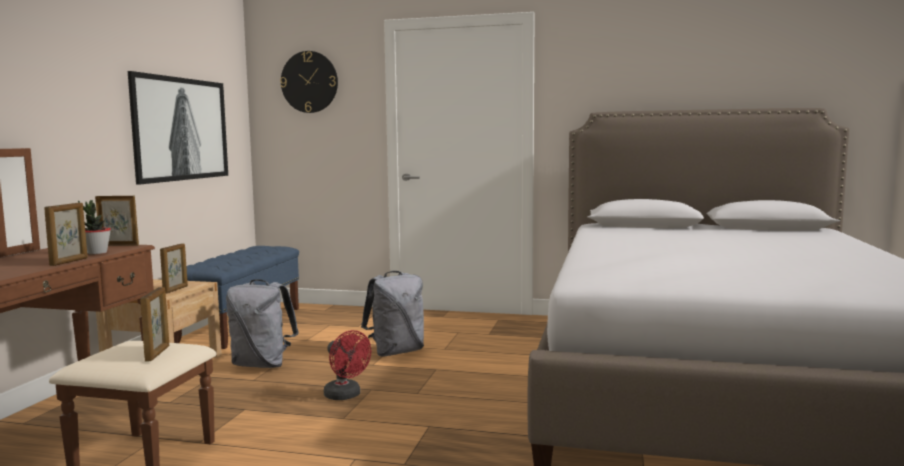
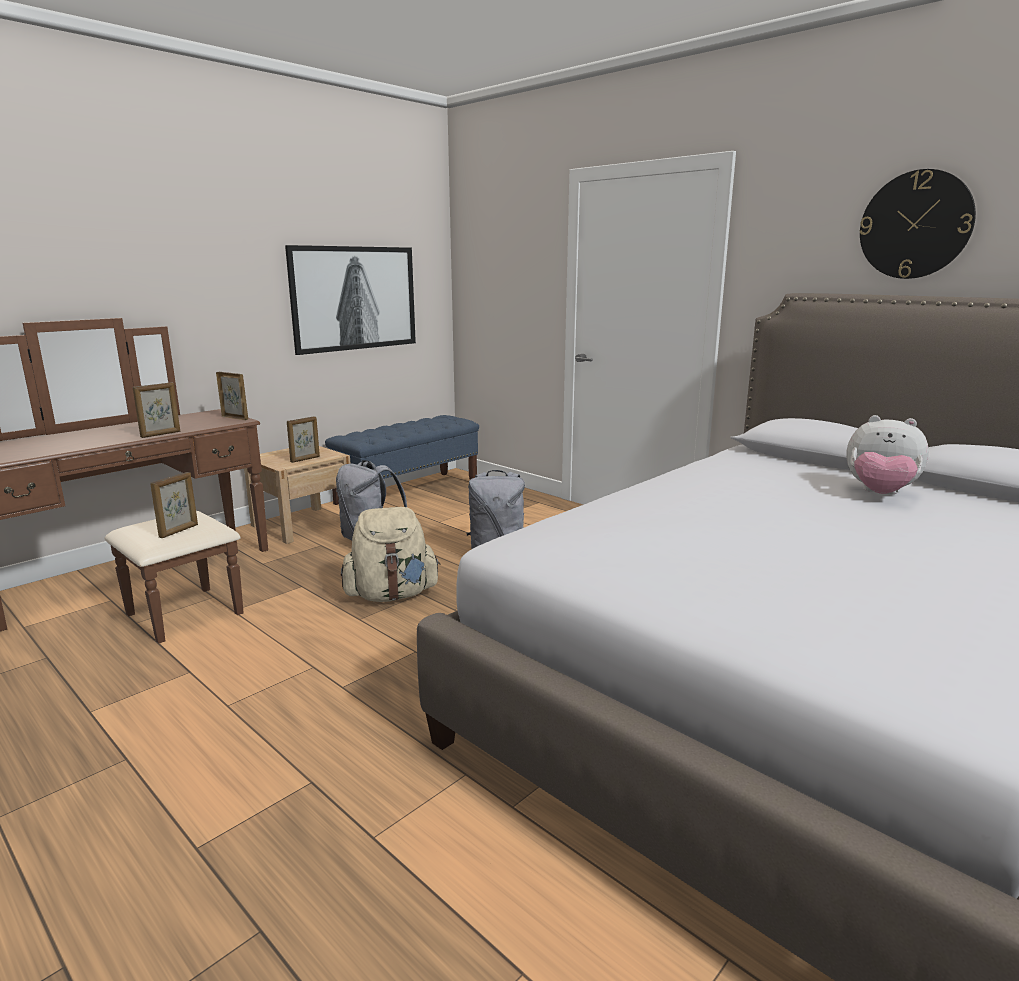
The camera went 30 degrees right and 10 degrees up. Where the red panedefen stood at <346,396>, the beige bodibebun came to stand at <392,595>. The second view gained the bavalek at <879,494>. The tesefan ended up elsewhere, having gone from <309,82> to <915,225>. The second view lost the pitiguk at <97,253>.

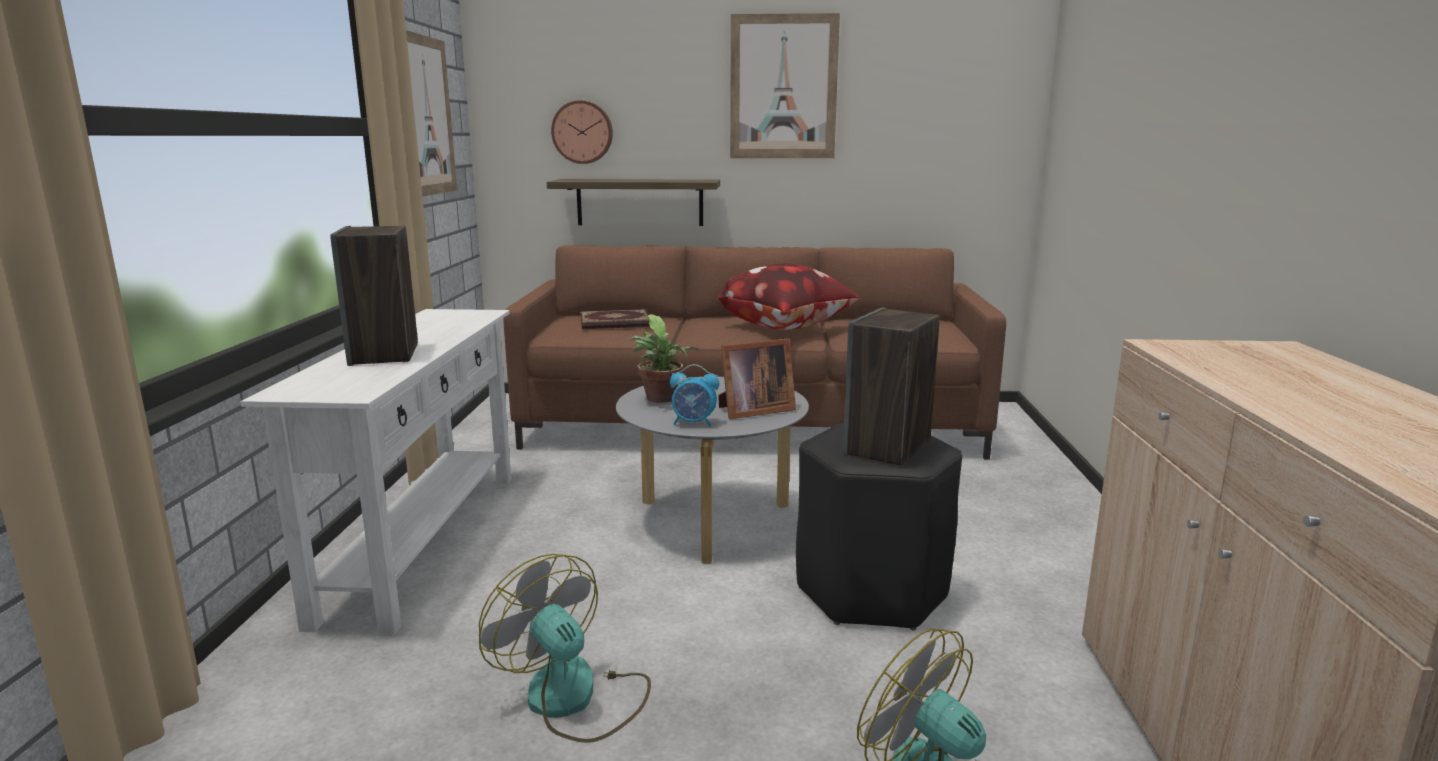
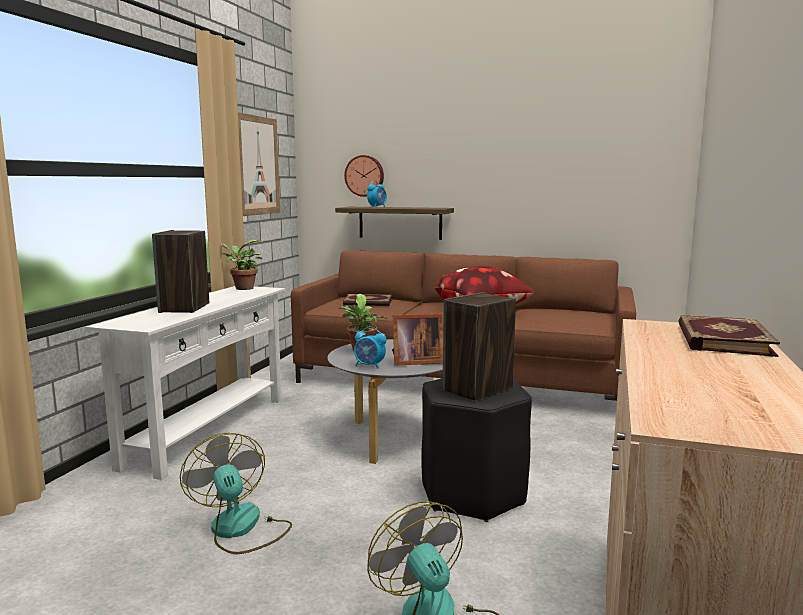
The camera went 15 degrees right and 5 degrees down. The second view gained the pitiguk at <242,288>. The second view gained the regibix at <377,207>. The second view gained the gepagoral at <721,340>. The second view lost the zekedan at <783,87>.

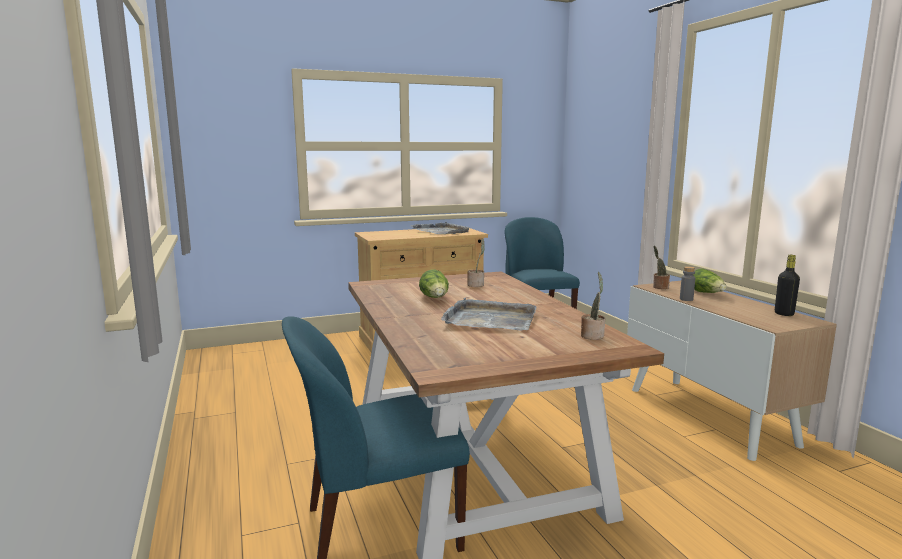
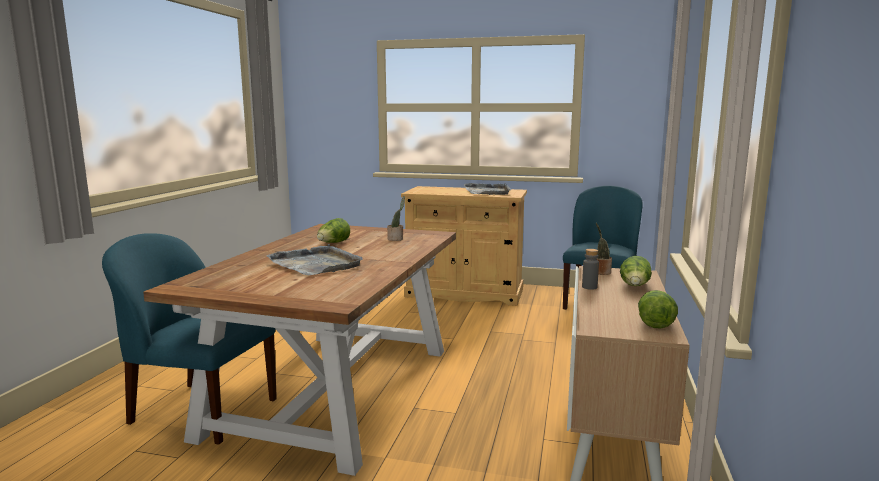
The camera went 35 degrees right and 0 degrees up. Where the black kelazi stood at <784,314>, the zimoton came to stand at <654,322>. The second view lost the pitiguk at <592,335>.

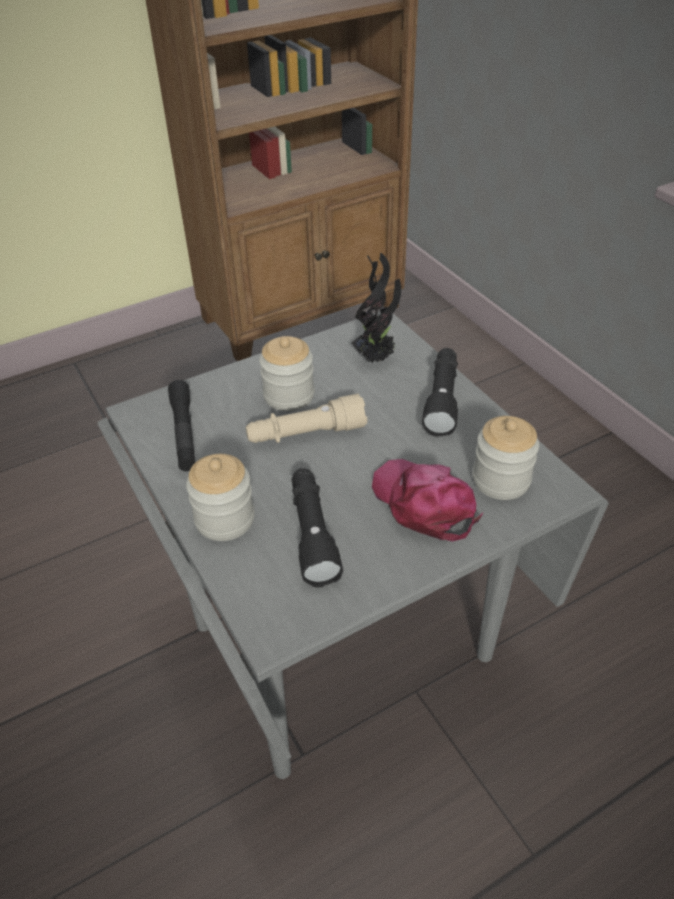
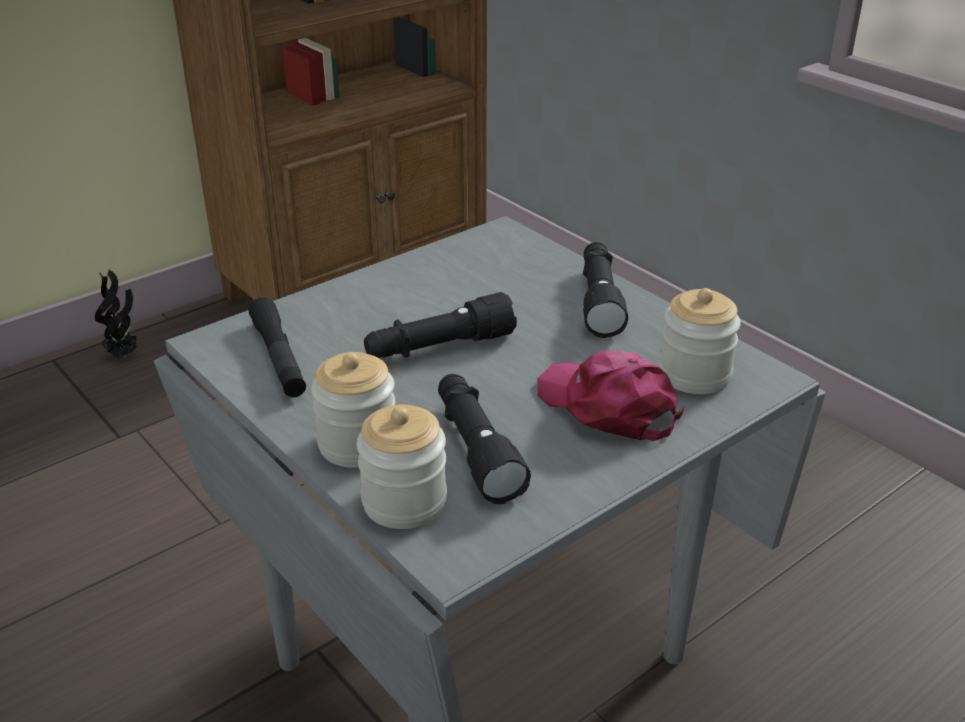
The camera went 10 degrees left and 10 degrees down. The pitiguk ended up elsewhere, having gone from <376,358> to <124,354>. The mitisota ended up elsewhere, having gone from <289,395> to <404,502>. What was the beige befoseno at <306,434> turned into the black befoseno at <439,347>.

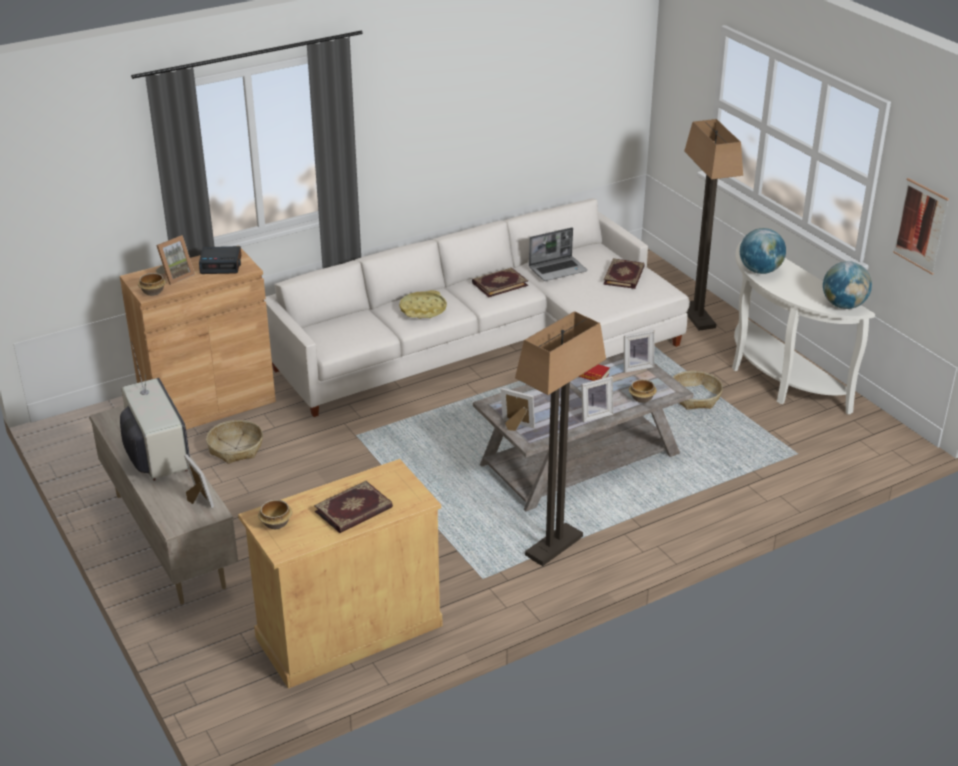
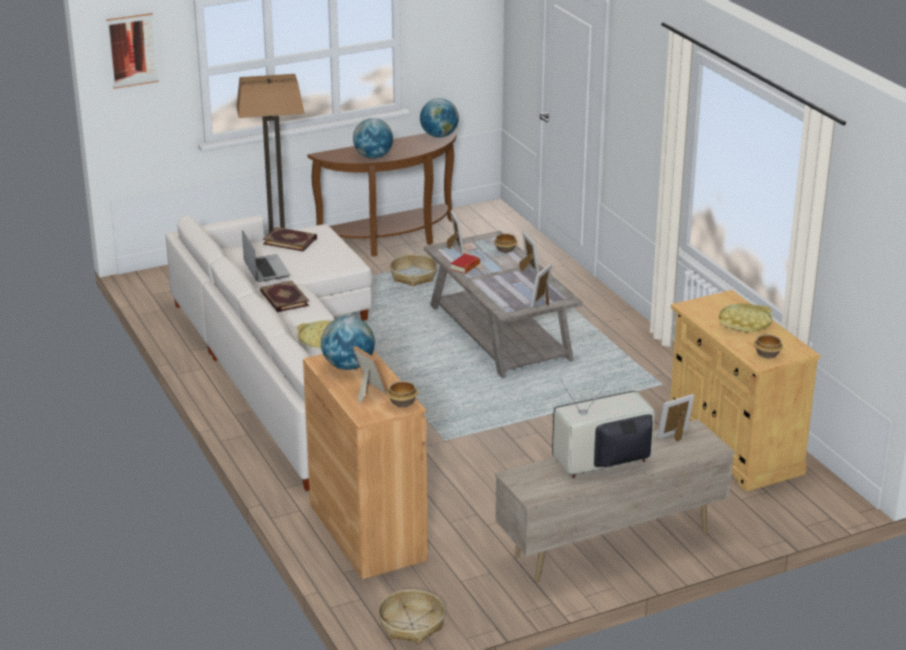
The camera went 85 degrees left and 5 degrees down. The zekedan ended up elsewhere, having gone from <920,226> to <132,50>. What was the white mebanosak at <776,378> turned into the brown mebanosak at <392,241>. Where the regibix stood at <221,265>, the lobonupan came to stand at <348,366>. The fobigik ended up elsewhere, having gone from <235,448> to <411,624>. Where the gepagoral stood at <354,510>, the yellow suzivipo came to stand at <745,322>. The second view lost the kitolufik at <554,546>.

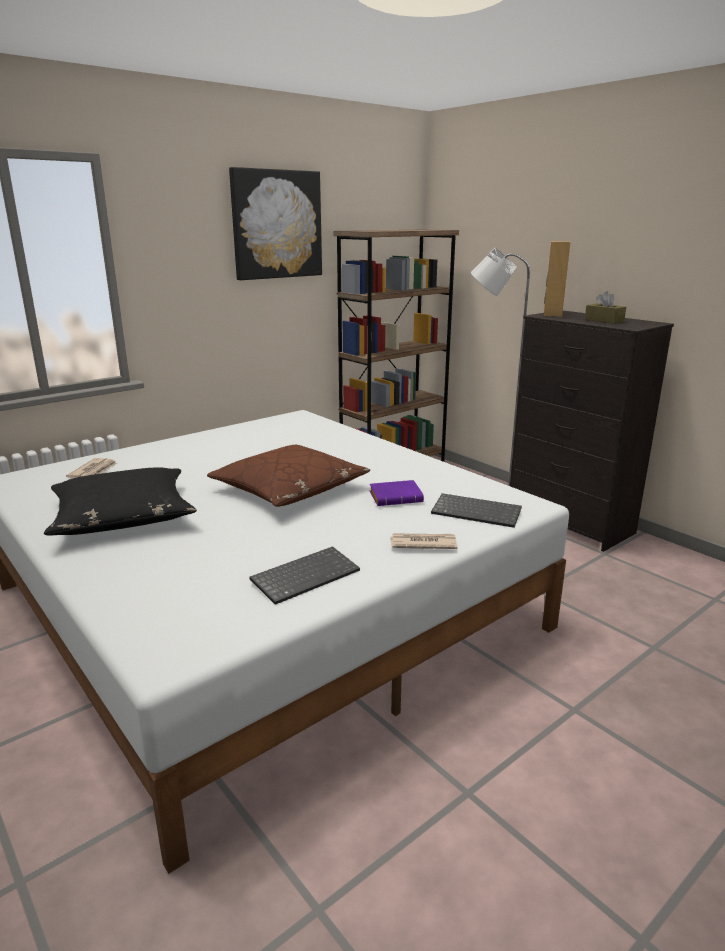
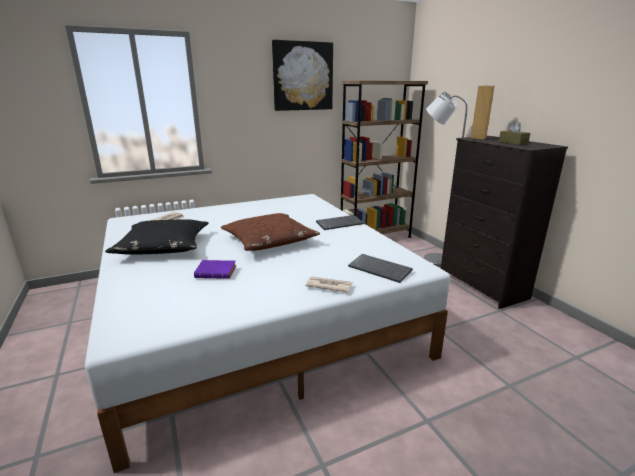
The camera went 15 degrees right and 0 degrees up. The purple gepagoral ended up elsewhere, having gone from <397,497> to <217,272>. The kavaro ended up elsewhere, having gone from <306,575> to <339,223>.

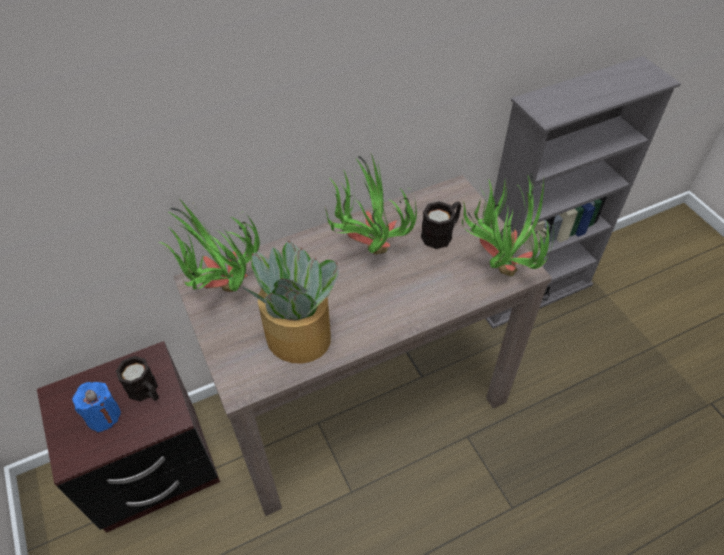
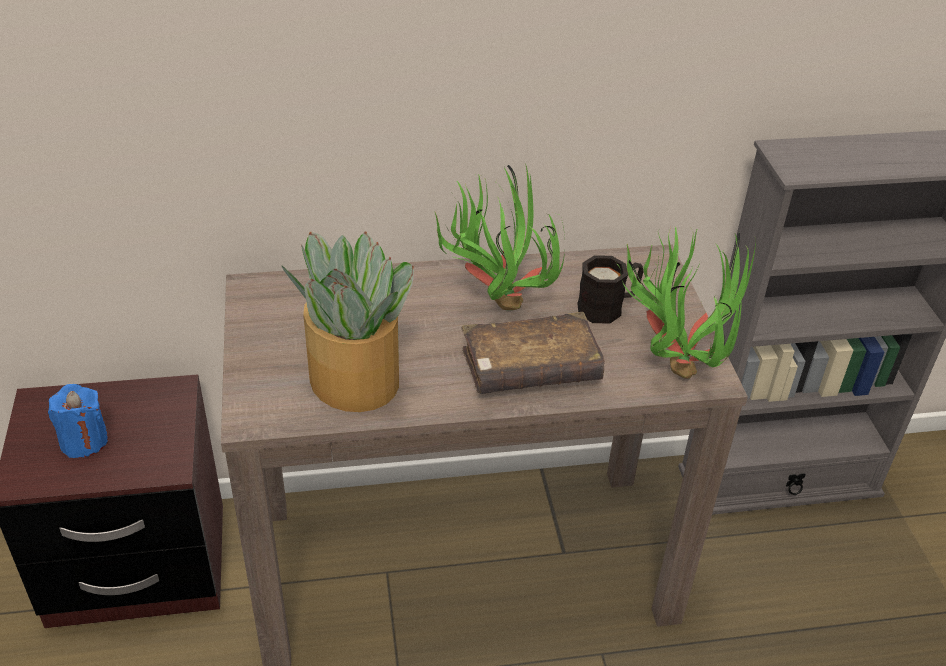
The camera went 15 degrees right and 10 degrees down. The second view gained the brown gepagoral at <530,369>. The second view lost the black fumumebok at <146,391>. The second view lost the pitiguk at <221,292>.

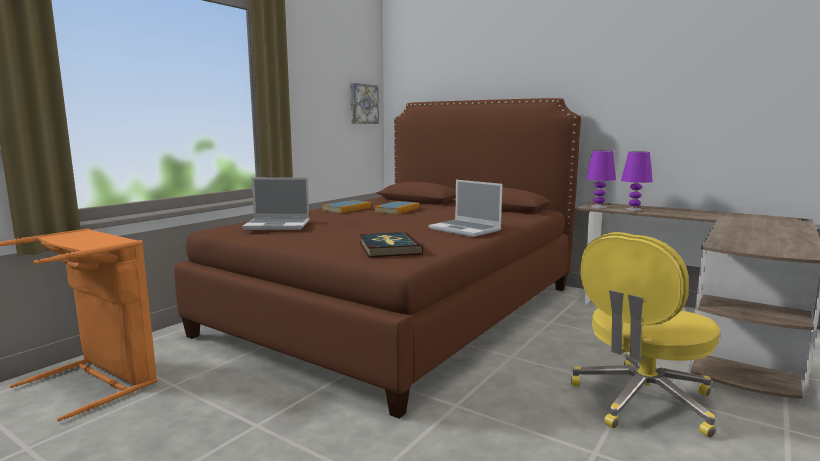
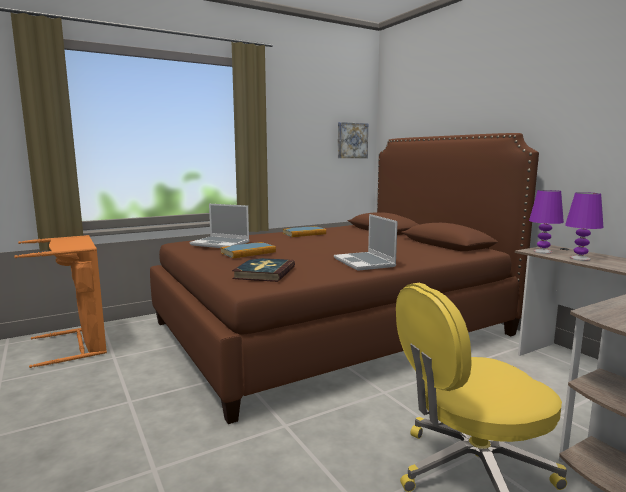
The camera went 25 degrees right and 0 degrees up. The gepagoral ended up elsewhere, having gone from <397,210> to <248,252>.

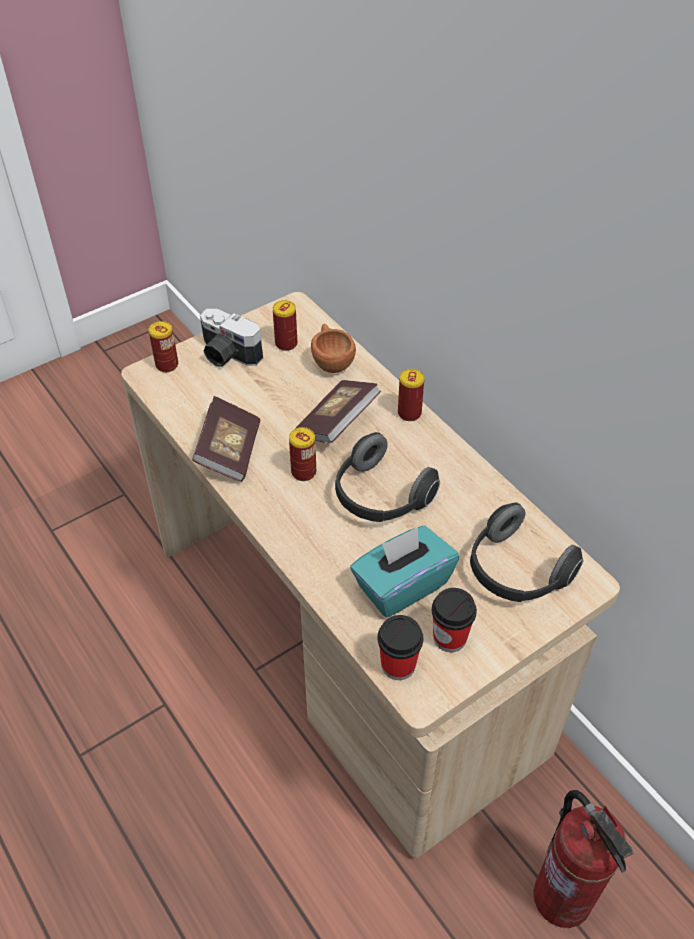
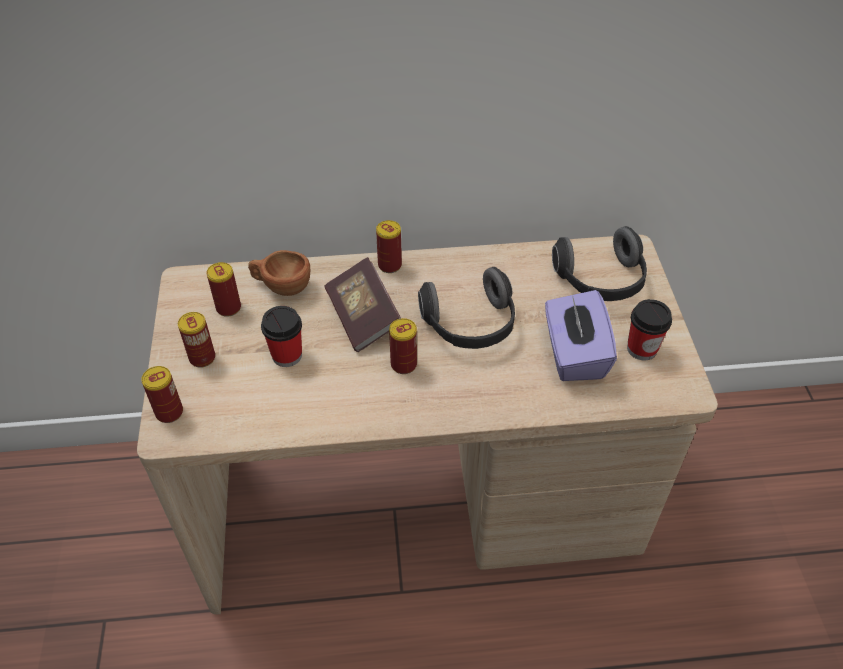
The camera went 60 degrees left and 0 degrees up. Where the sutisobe stood at <227,355>, the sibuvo came to stand at <202,358>. The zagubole ended up elsewhere, having gone from <398,665> to <287,355>. What was the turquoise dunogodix at <402,585> turned into the purple dunogodix at <573,354>. The second view lost the gepagoral at <229,451>. The second view lost the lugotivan at <563,897>.

